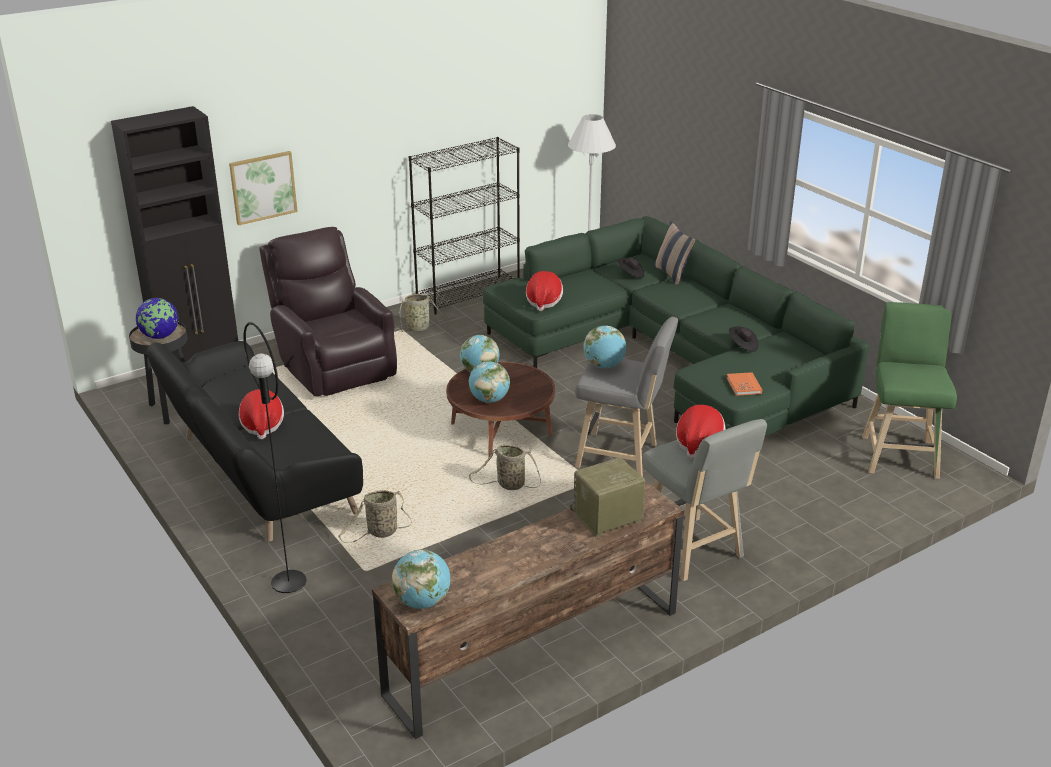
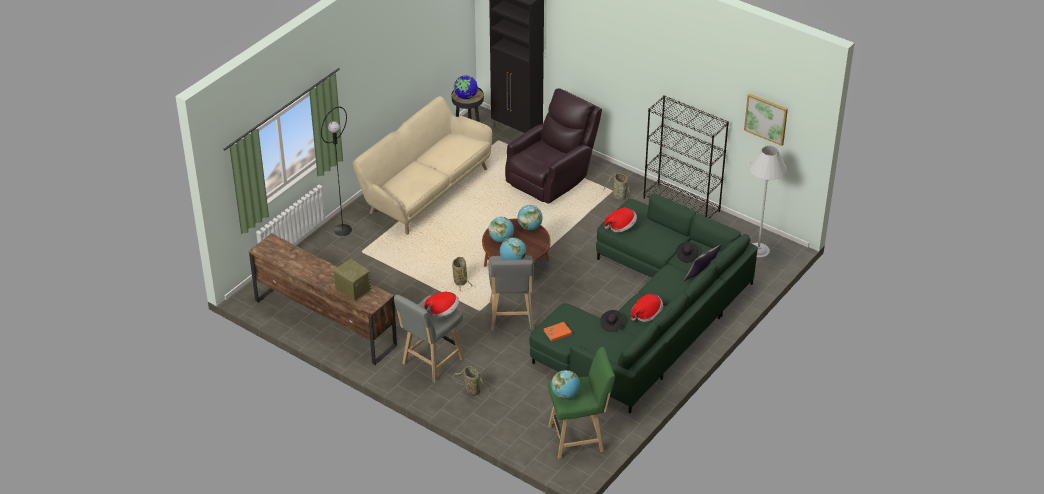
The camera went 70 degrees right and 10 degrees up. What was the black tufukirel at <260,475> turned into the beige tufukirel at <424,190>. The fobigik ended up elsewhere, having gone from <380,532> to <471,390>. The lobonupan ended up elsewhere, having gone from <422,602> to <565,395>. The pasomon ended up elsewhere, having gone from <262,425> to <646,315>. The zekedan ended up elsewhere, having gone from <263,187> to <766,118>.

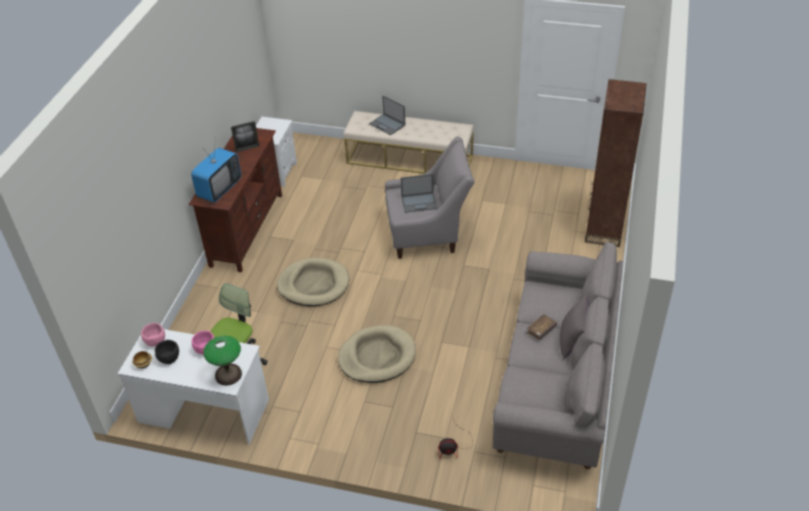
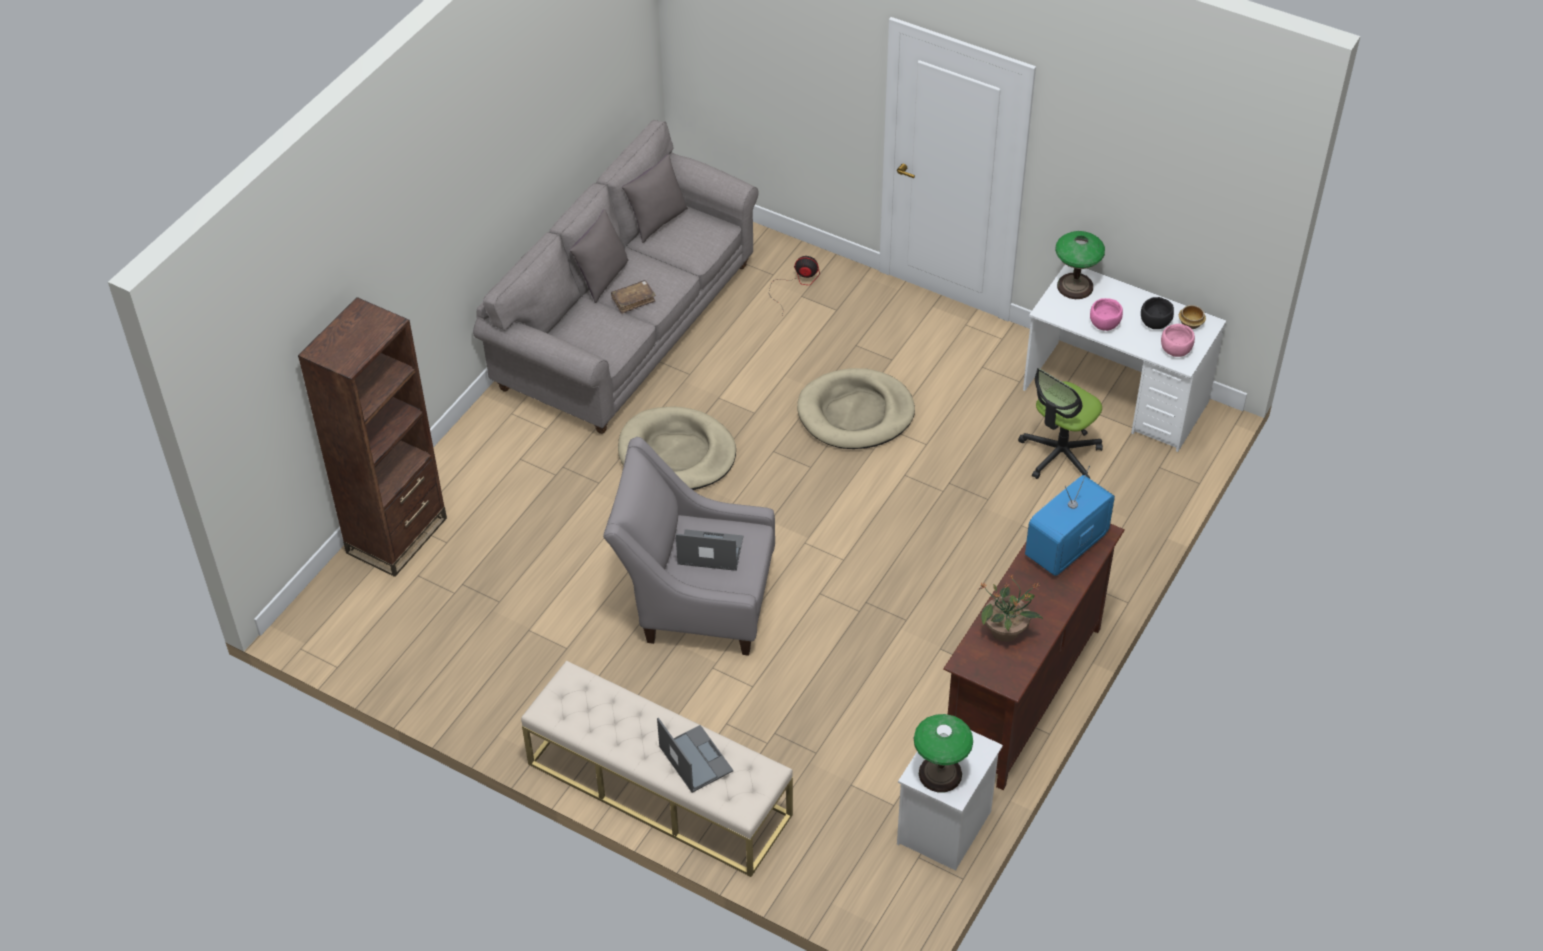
The camera went 165 degrees left and 5 degrees up. The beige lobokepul ended up elsewhere, having gone from <313,284> to <677,453>. The second view gained the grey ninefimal at <657,222>. The second view gained the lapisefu at <940,774>. Where the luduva stood at <247,148>, the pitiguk came to stand at <1006,631>.

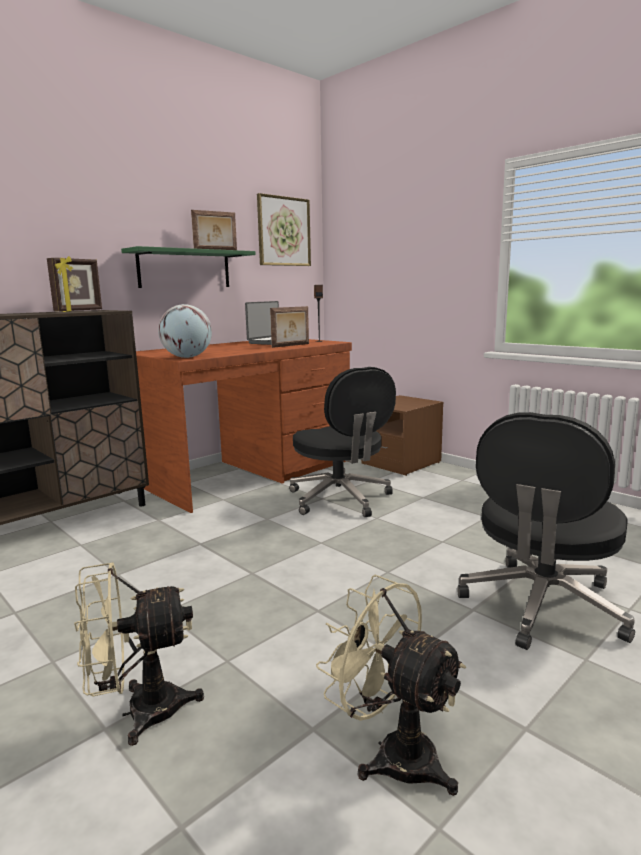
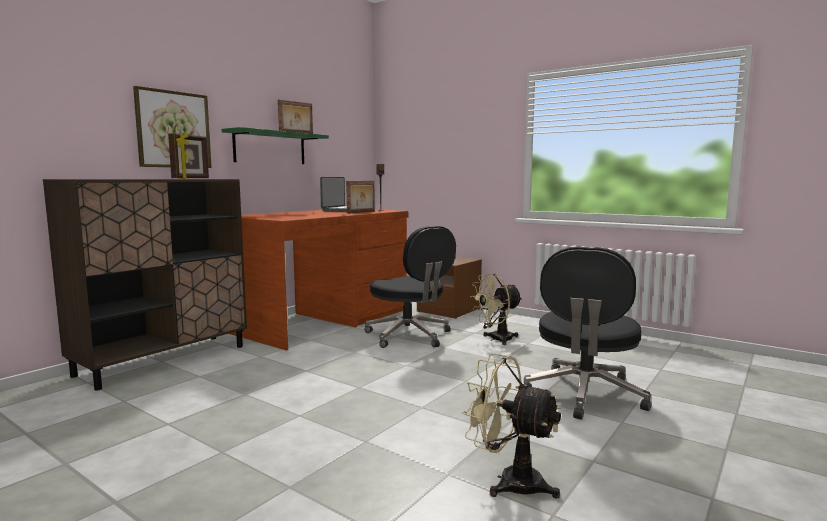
The camera went 10 degrees left and 5 degrees down. The zekedan ended up elsewhere, having gone from <284,231> to <173,129>. The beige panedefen ended up elsewhere, having gone from <139,712> to <496,339>. The second view lost the lobonupan at <187,357>.

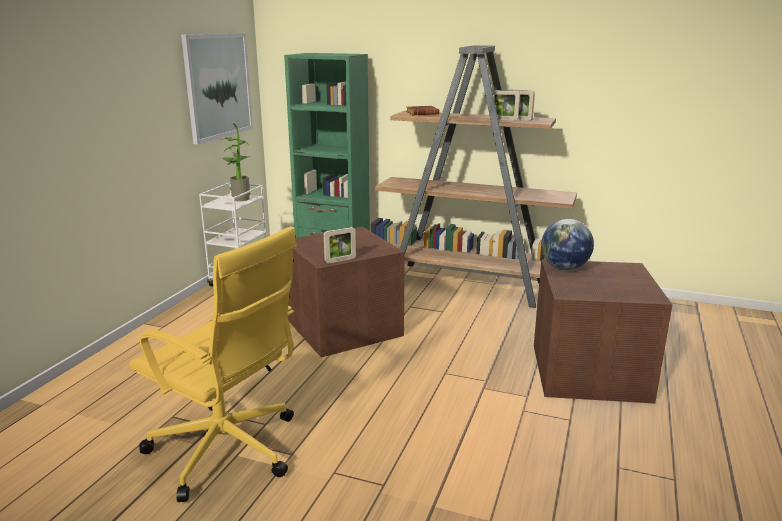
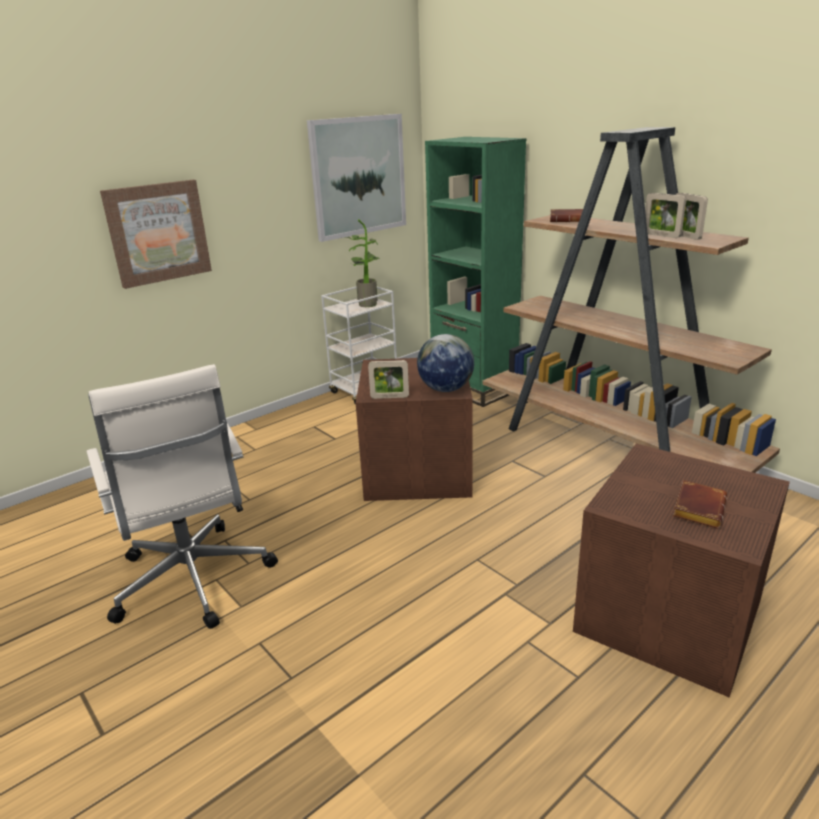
The camera went 30 degrees right and 5 degrees up. What was the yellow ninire at <227,451> turned into the white ninire at <193,581>. The second view gained the zekedan at <158,233>. The lobonupan ended up elsewhere, having gone from <564,268> to <445,389>. The second view gained the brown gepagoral at <697,508>.

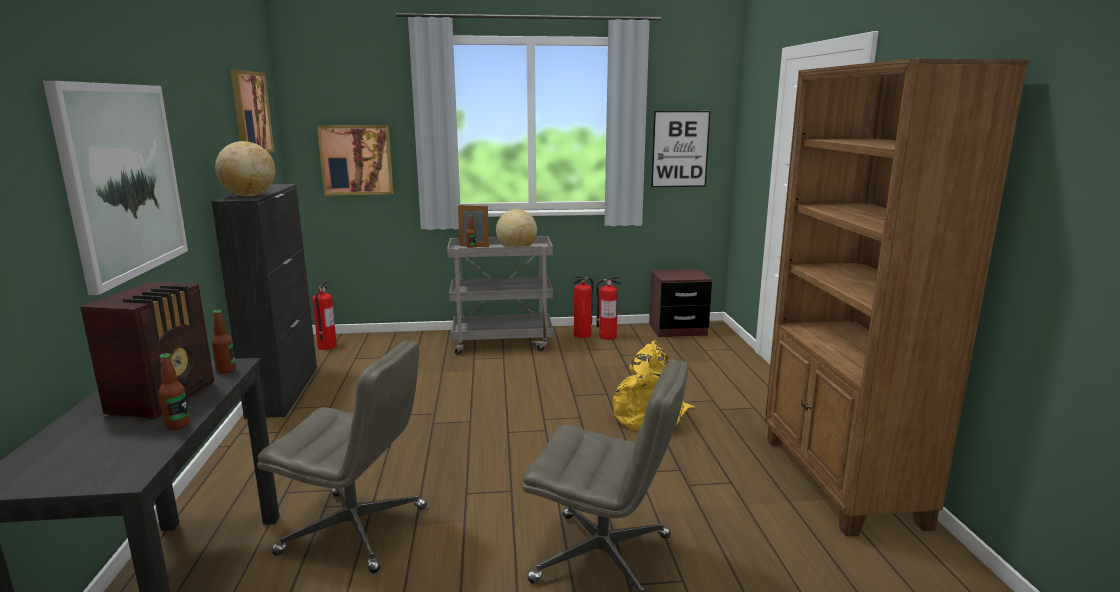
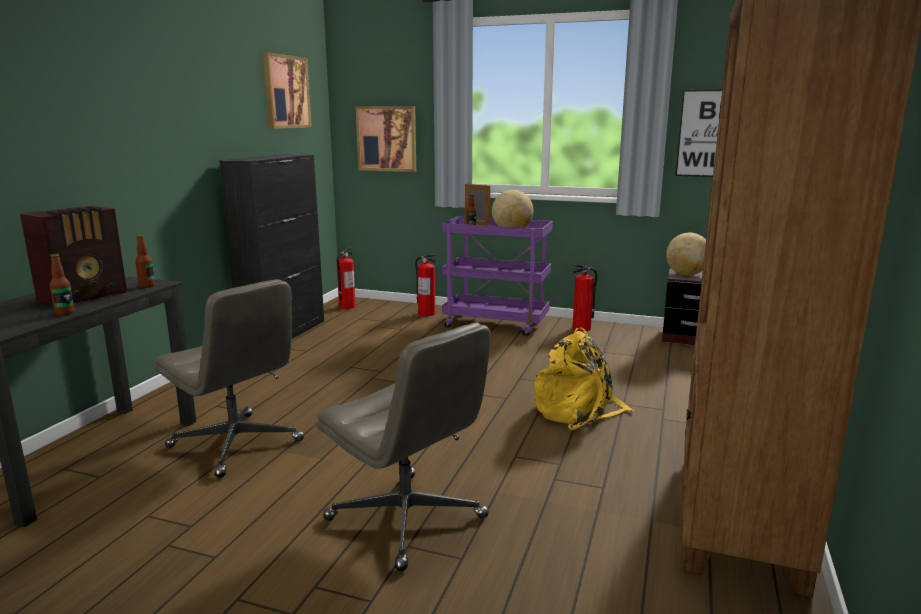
The camera went 25 degrees right and 0 degrees up. The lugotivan ended up elsewhere, having gone from <607,336> to <426,313>. What was the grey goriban at <503,343> turned into the purple goriban at <496,324>. The lobonupan ended up elsewhere, having gone from <249,196> to <686,274>. The second view lost the zekedan at <123,180>.

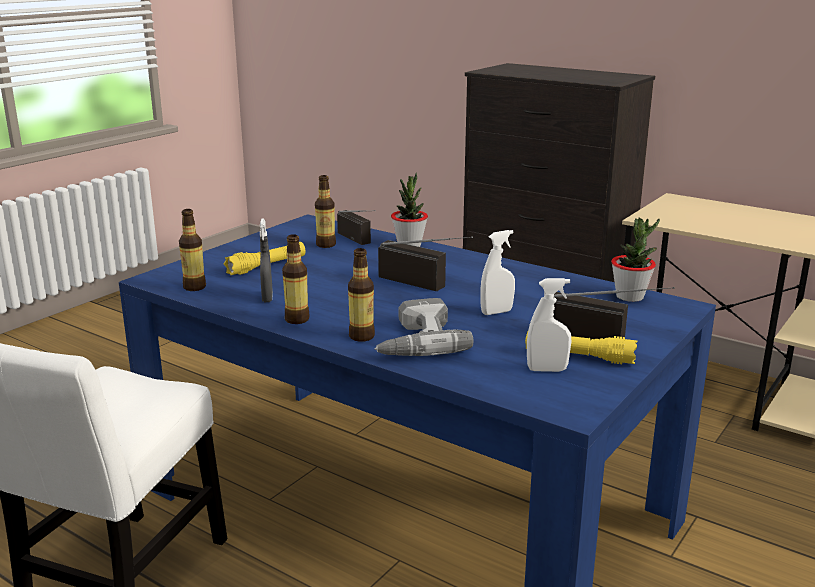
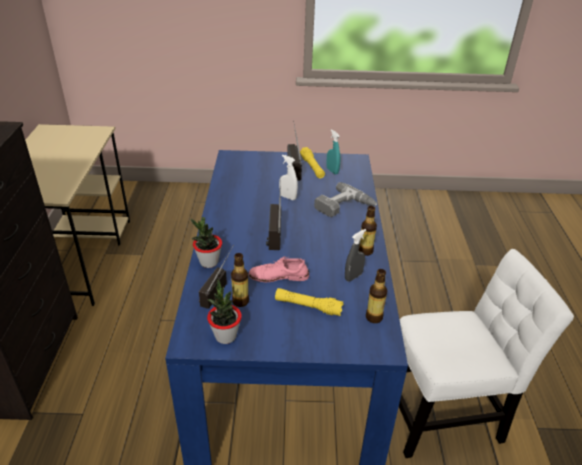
The camera went 125 degrees left and 15 degrees up. The pitiguk ended up elsewhere, having gone from <630,296> to <225,336>. The second view gained the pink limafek at <279,276>. What was the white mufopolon at <547,370> turned into the turquoise mufopolon at <332,171>. The second view lost the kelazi at <362,336>.

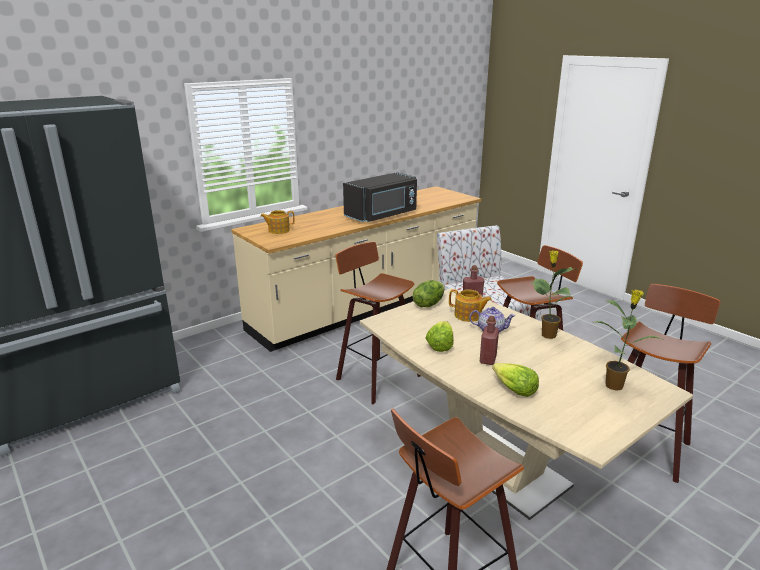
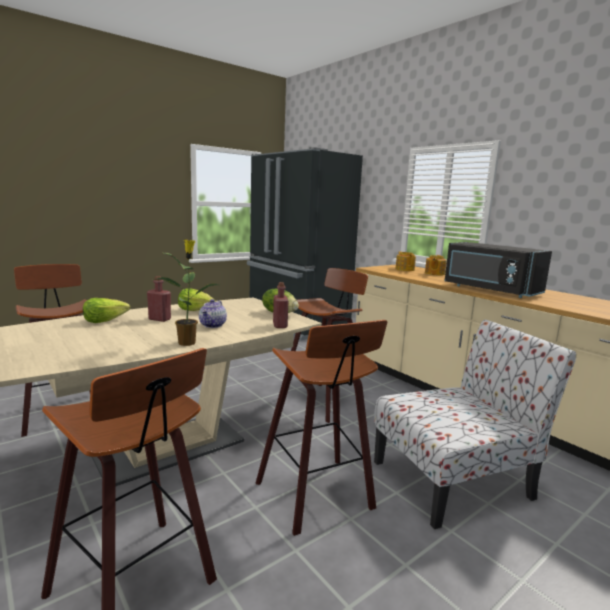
The camera went 90 degrees right and 10 degrees down. The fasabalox ended up elsewhere, having gone from <468,316> to <434,273>. The second view lost the pitiguk at <615,385>.

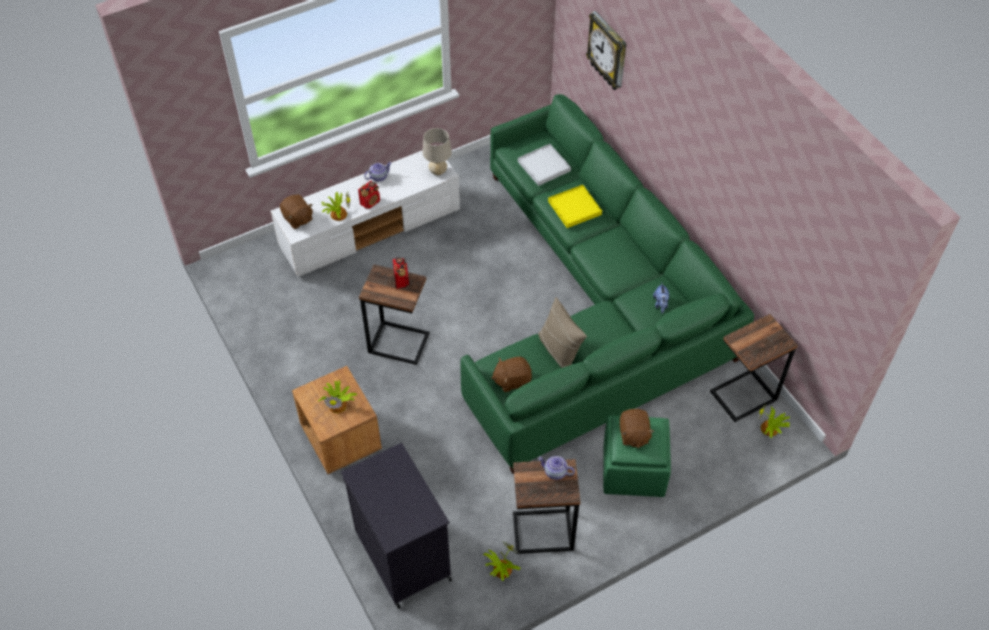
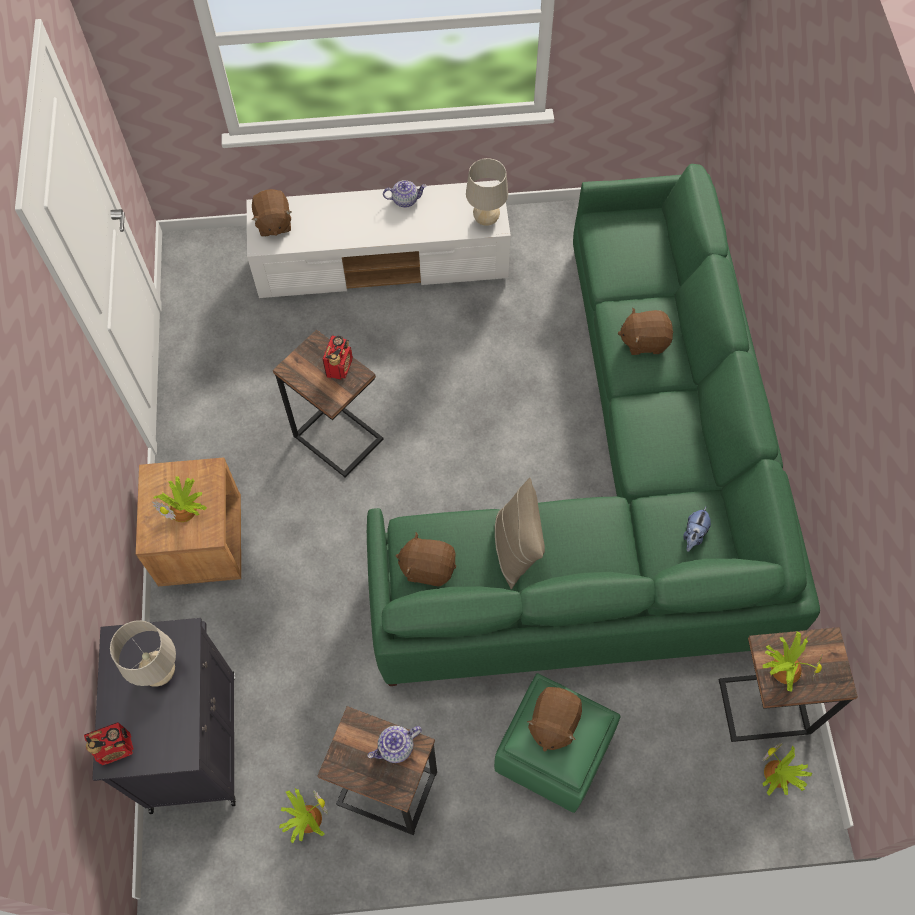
The camera went 25 degrees right and 10 degrees up. The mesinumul ended up elsewhere, having gone from <370,202> to <116,748>. The second view gained the beige lapisefu at <160,672>. The fasabalox at <555,472> ended up facing another way, 75 degrees counterclockwise from before. Where the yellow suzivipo stood at <575,208>, the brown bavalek came to stand at <644,341>. The pitiguk ended up elsewhere, having gone from <338,214> to <784,667>. The second view lost the white suzivipo at <544,166>. The second view lost the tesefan at <608,51>.

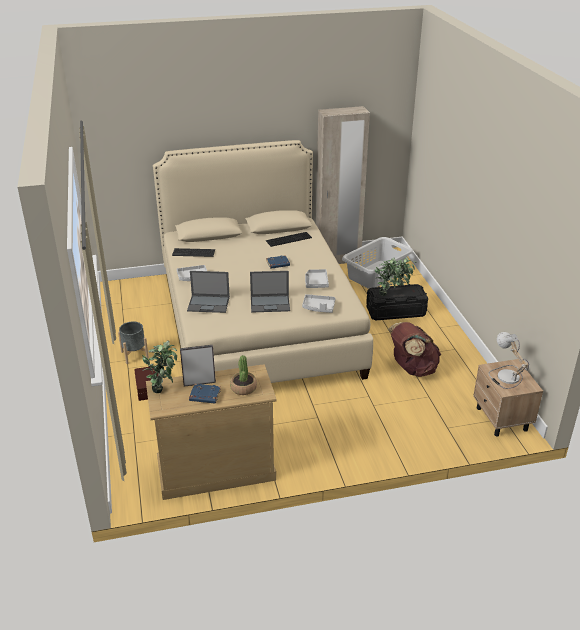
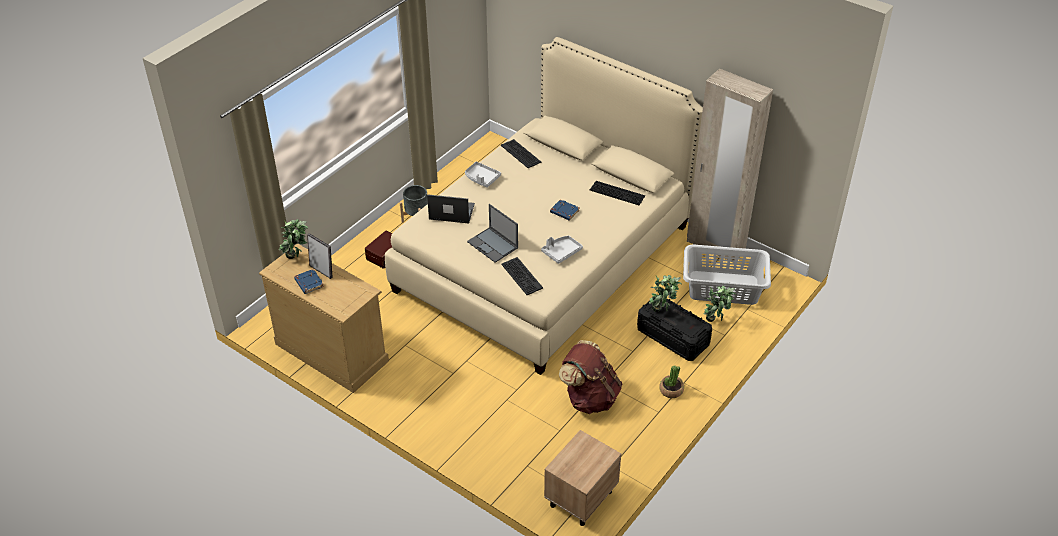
The camera went 50 degrees right and 10 degrees up. The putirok at <209,304> ended up facing another way, 135 degrees clockwise from before. Where the grey suzivipo stood at <318,307>, the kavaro came to stand at <521,276>. The pitiguk ended up elsewhere, having gone from <243,388> to <671,390>. The second view lost the lapisefu at <505,376>.

